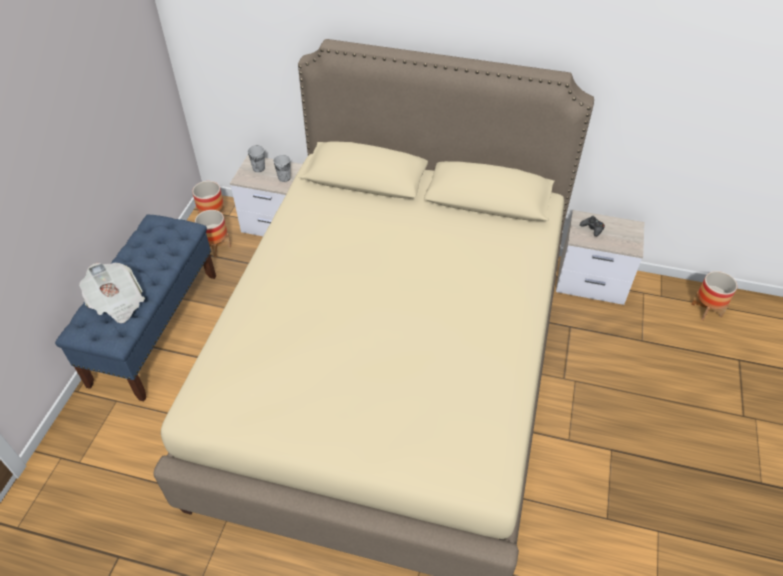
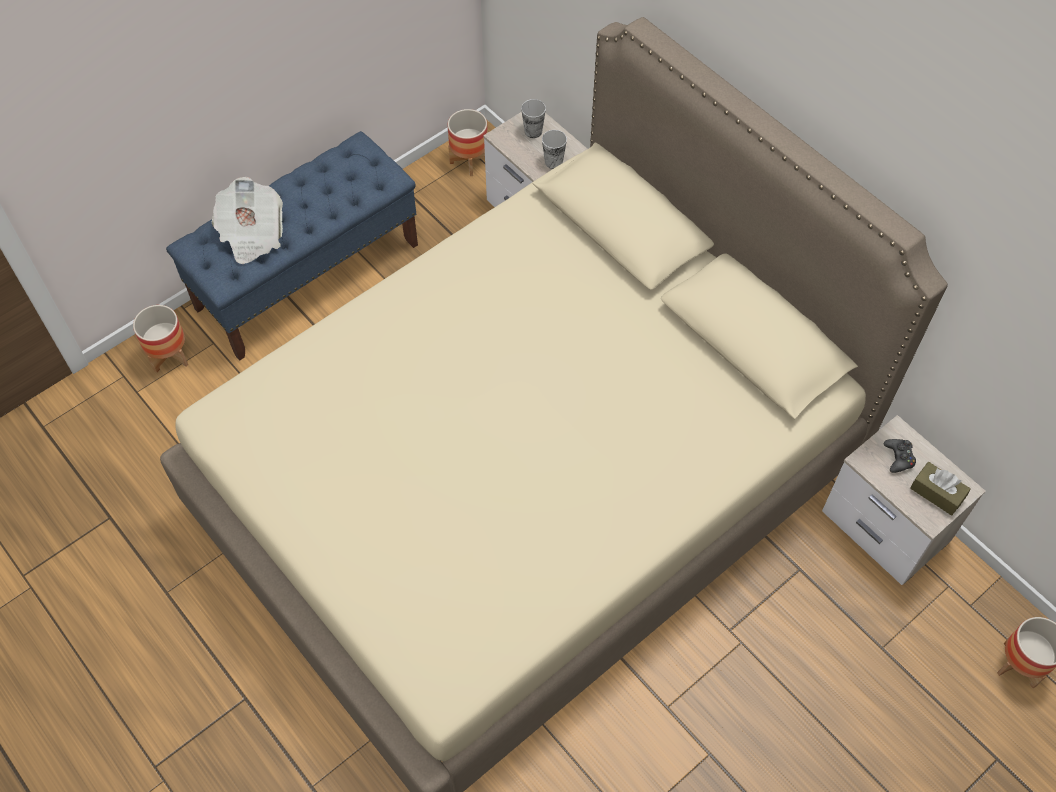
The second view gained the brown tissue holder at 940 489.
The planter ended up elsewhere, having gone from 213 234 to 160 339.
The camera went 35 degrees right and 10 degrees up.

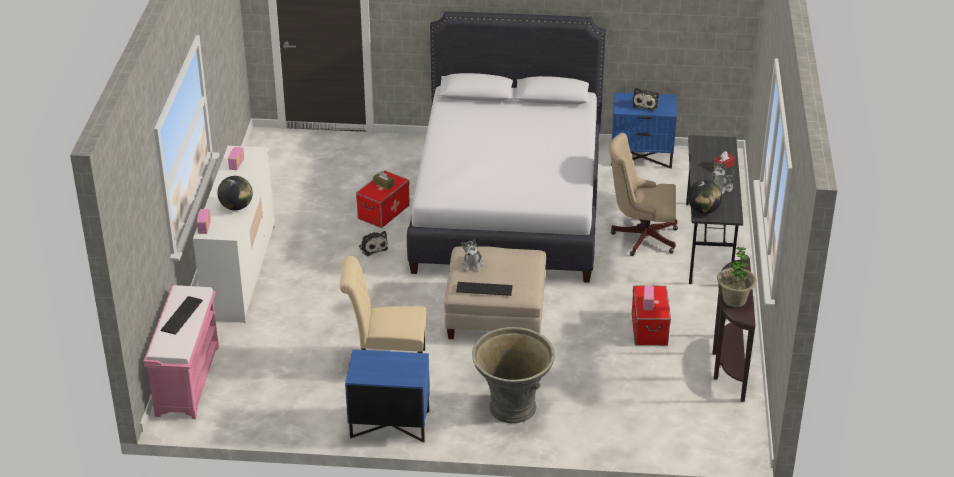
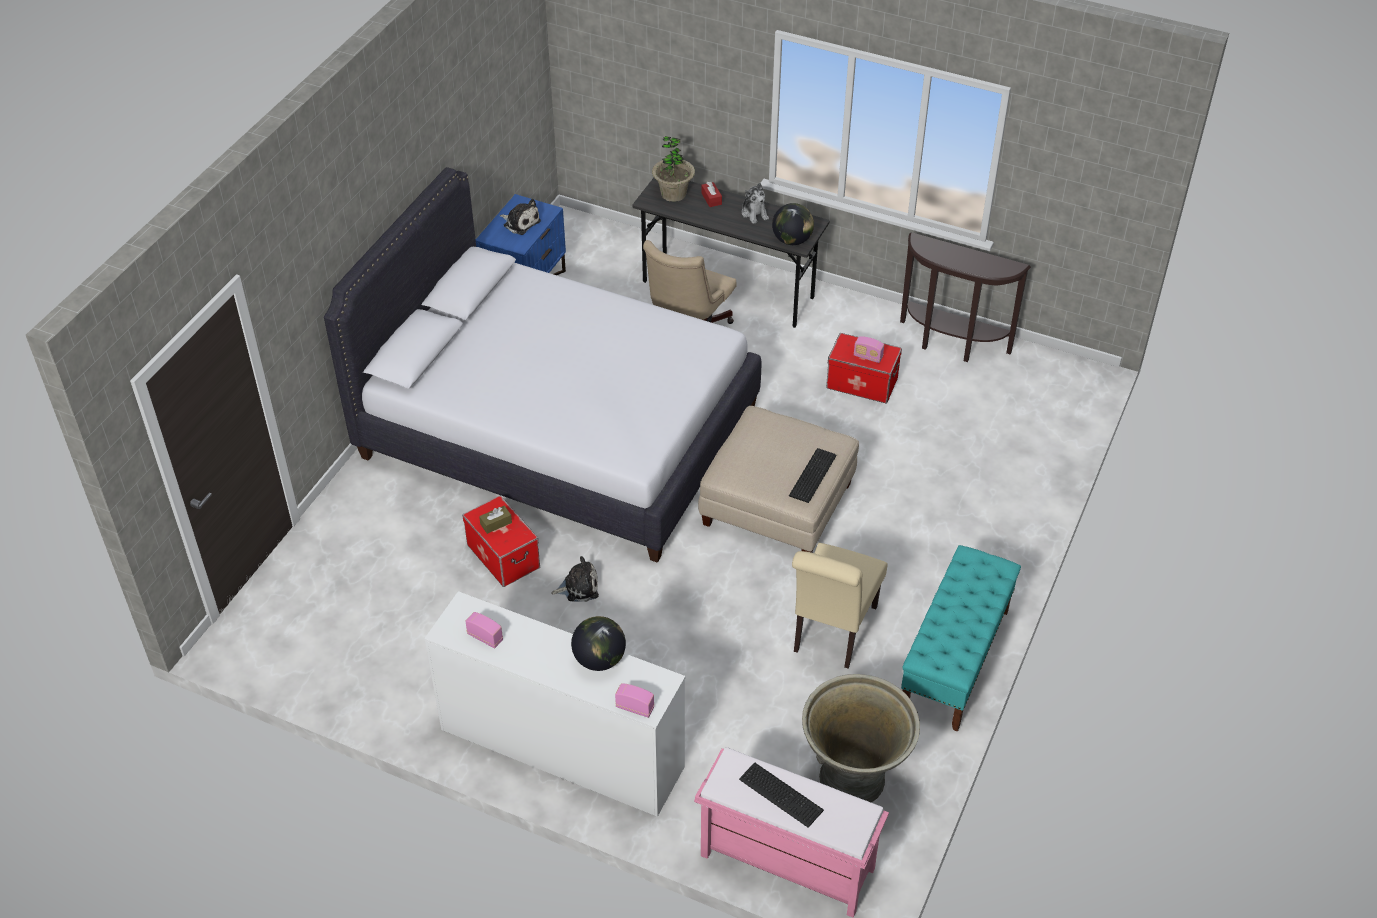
The second view lost the cuddly toy at 472 255.
The gray planter ended up elsewhere, having gone from 513 375 to 861 738.
The potted plant ended up elsewhere, having gone from 737 277 to 673 169.
Where the bluish nightstand stood at 387 396, the turquoise-coloured long seat came to stand at 961 638.
The camera went 70 degrees left and 10 degrees up.

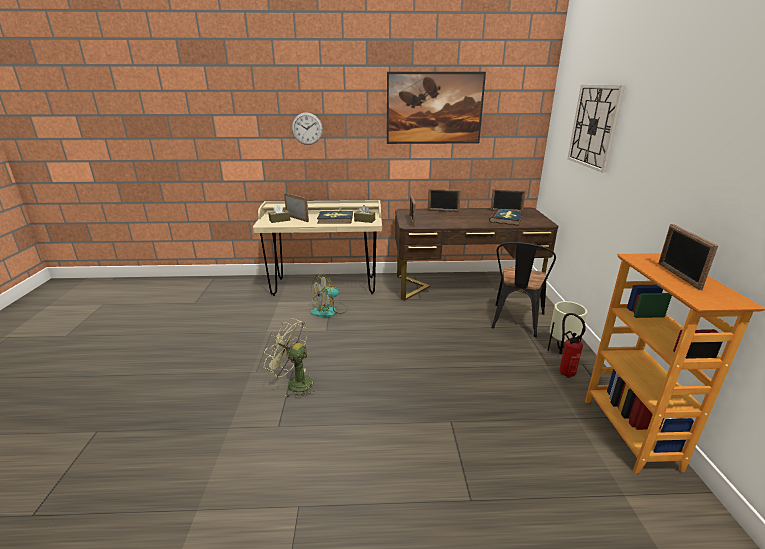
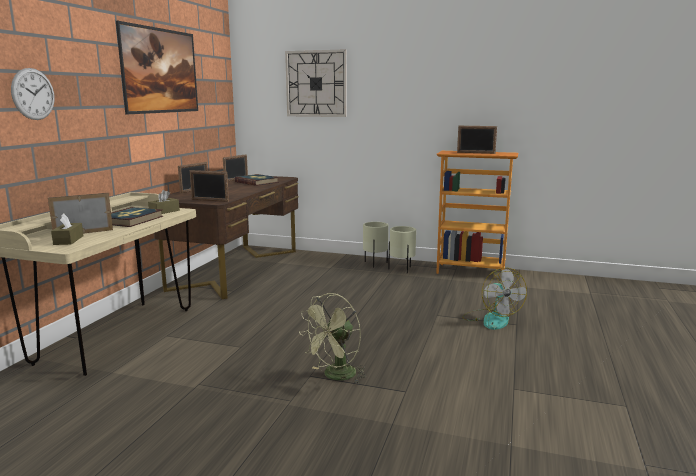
The second view lost the blackish chair at 524 289.
The electric fan ended up elsewhere, having gone from 329 296 to 494 299.
Where the fire-fighting cylinder stood at 571 345, the beige-coloured planter came to stand at 402 249.
The camera went 70 degrees left and 10 degrees down.

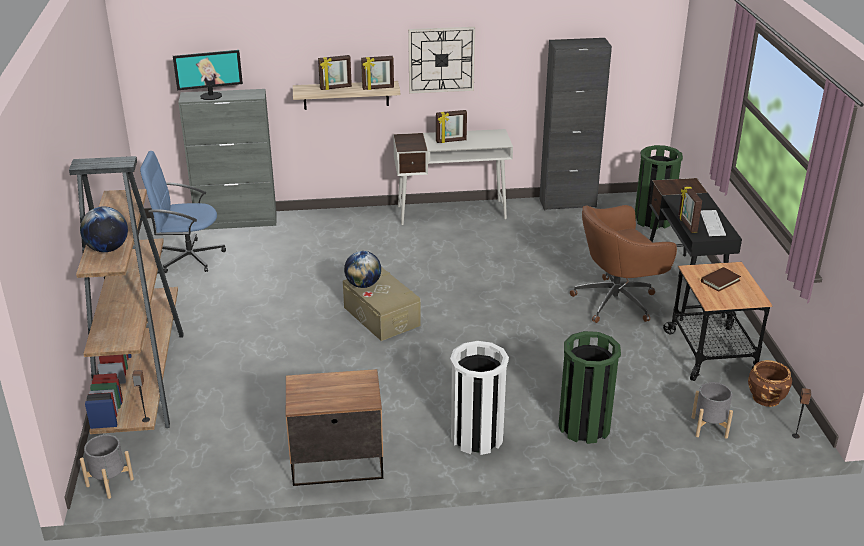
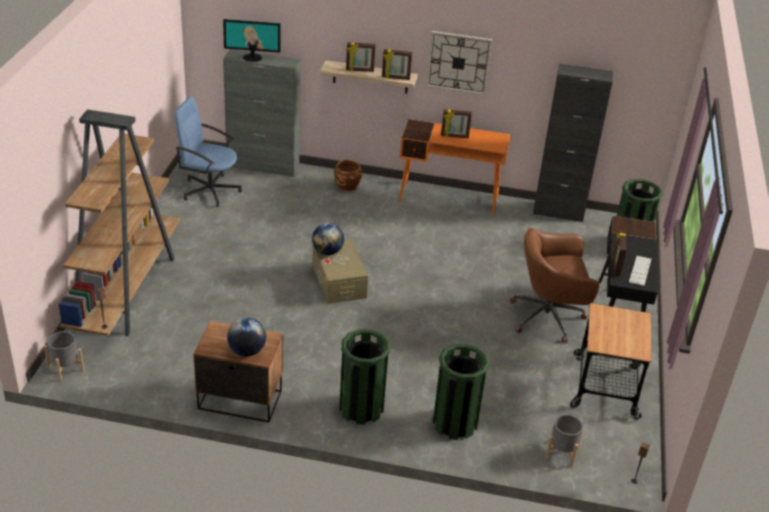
The second view lost the brown book at 721 279.
The desk globe ended up elsewhere, having gone from 104 229 to 246 337.
The brown planter ended up elsewhere, having gone from 770 383 to 348 175.
What was the white-coloured desk at 453 177 turned into the orange desk at 454 167.
What was the white-coloured waste bin at 479 398 turned into the greenish waste bin at 364 377.
The camera went 15 degrees right and 5 degrees up.

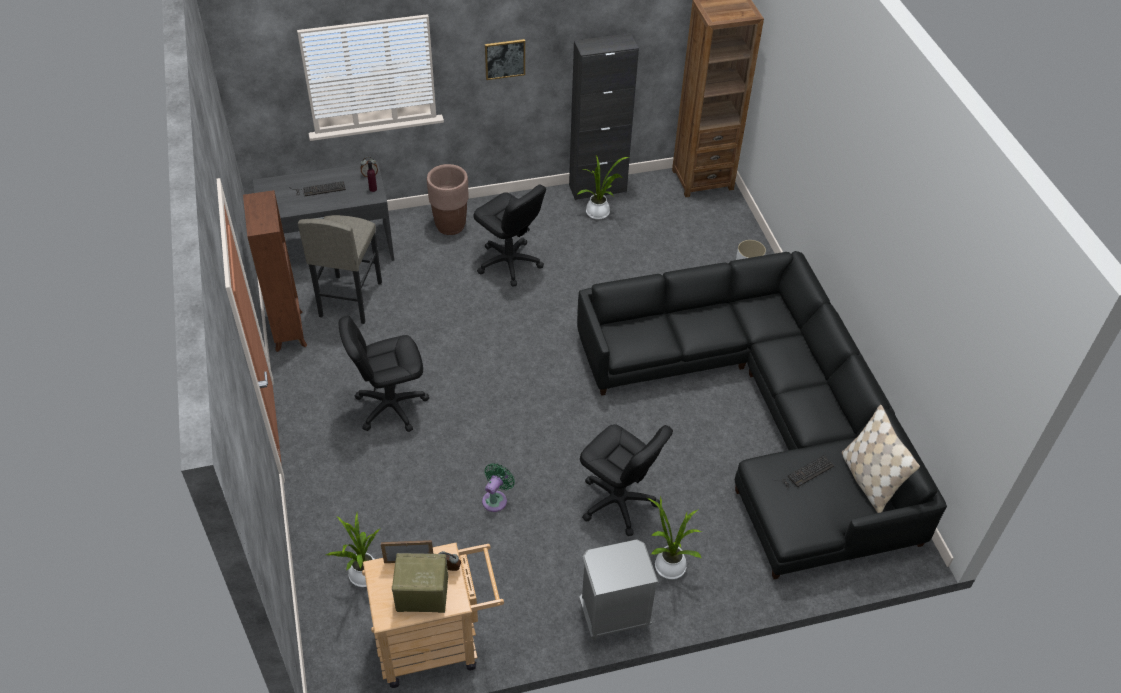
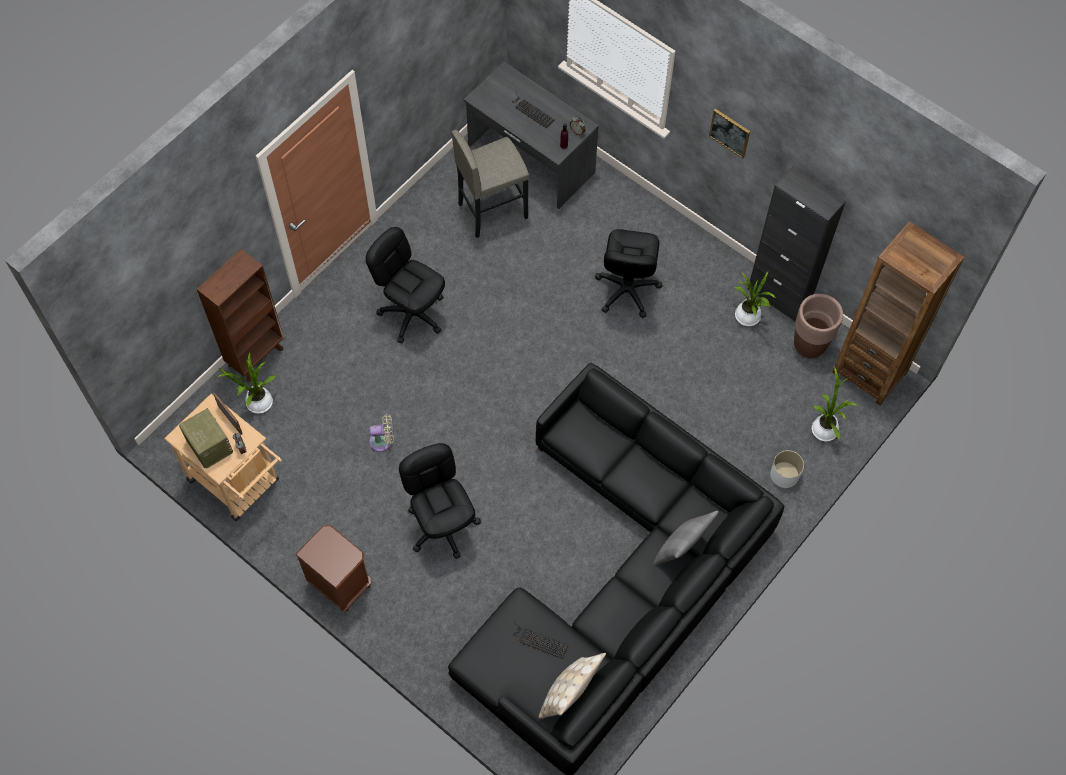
The second view gained the gray throw pillow at 686 538.
The brown bookcase ended up elsewhere, having gone from 275 271 to 240 315.
The brown planter ended up elsewhere, having gone from 448 199 to 818 326.
The potted plant ended up elsewhere, having gone from 674 537 to 834 403.
What was the greenish electric fan at 498 487 turned into the beige-coloured electric fan at 381 433.
What was the gray nightstand at 619 590 turned into the brown nightstand at 333 569.
The blackish desk chair at 626 480 ended up facing another way, 150 degrees clockwise from before.
The camera went 55 degrees right and 15 degrees up.

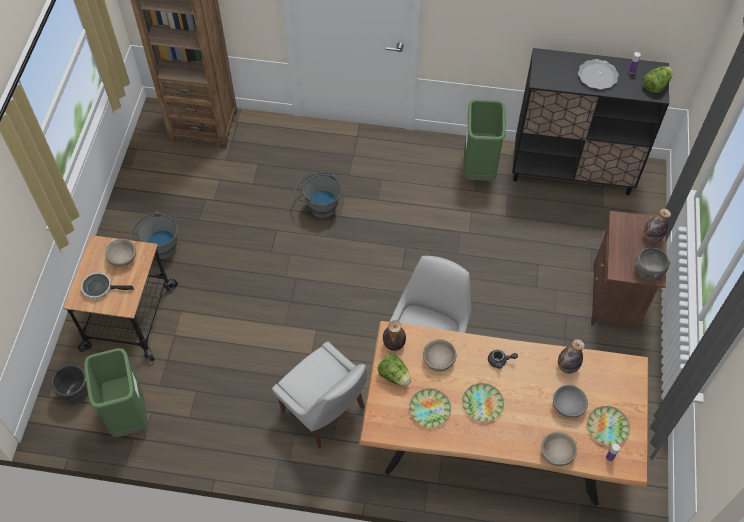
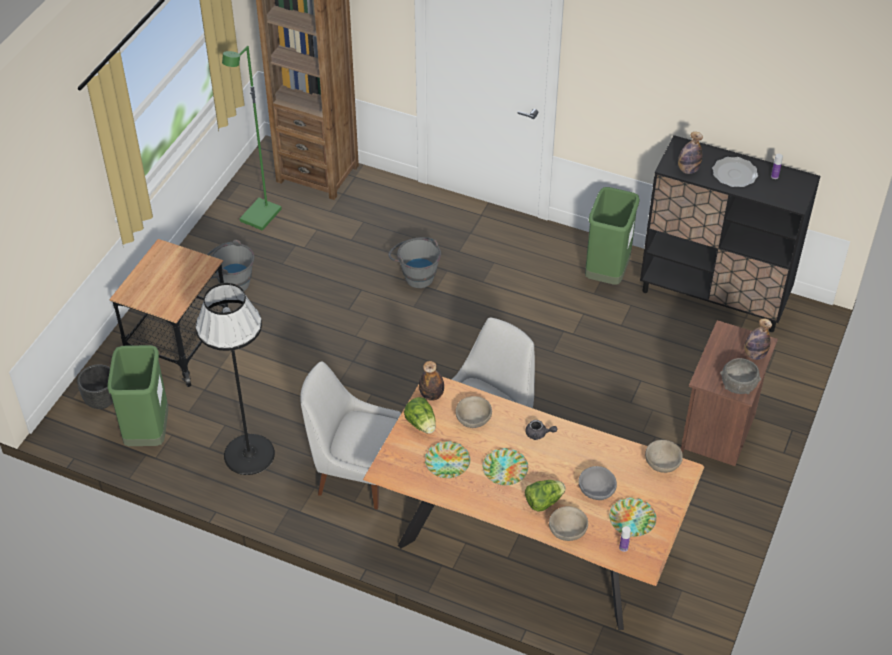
The second view lost the pan at 107 285.
The second view gained the blackish standing lamp at 235 379.
The second view gained the greenish standing lamp at 252 138.
The beige-coloured serving bowl ended up elsewhere, having gone from 120 252 to 664 456.
The beverage bottle ended up elsewhere, having gone from 571 356 to 690 153.
The lettuce ended up elsewhere, having gone from 658 79 to 545 496.
The white-coloured chair at 319 394 ended up facing another way, 135 degrees clockwise from before.
The camera went 15 degrees right and 10 degrees down.

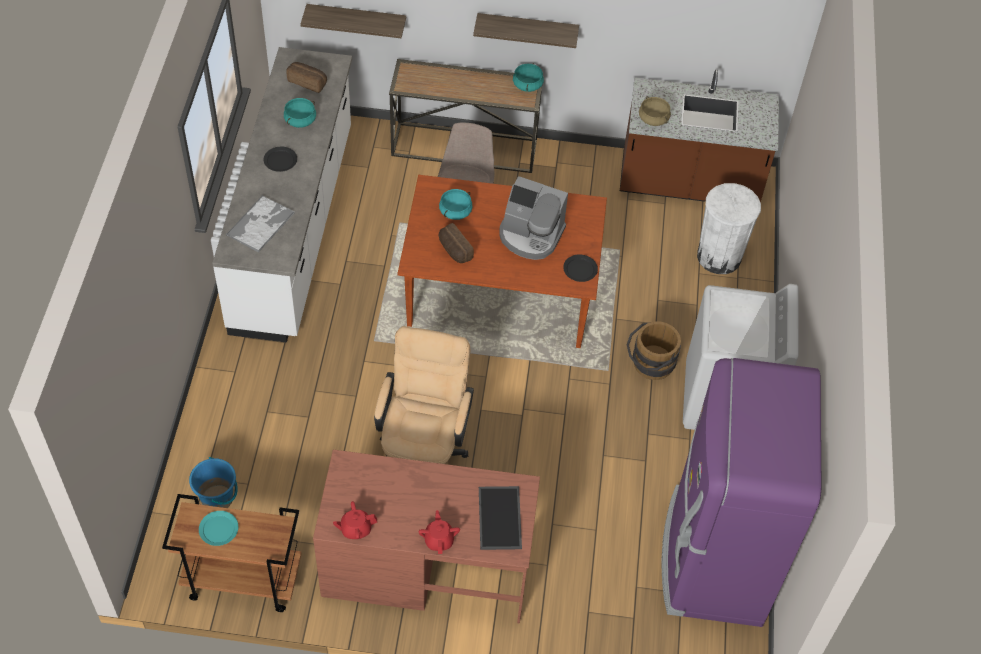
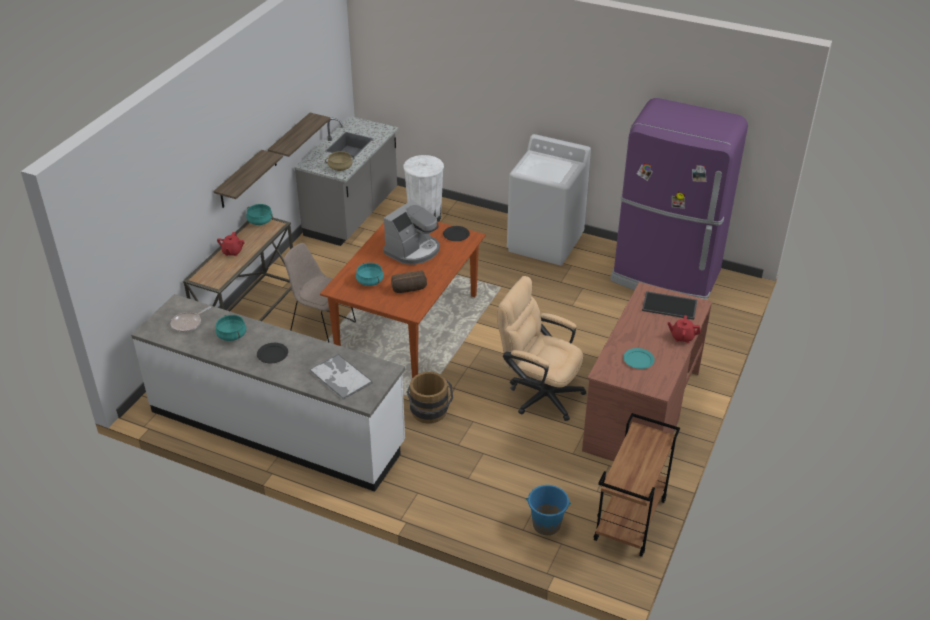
The turquoise-coloured dinner plate ended up elsewhere, having gone from 218 528 to 639 358.
The shelf ended up elsewhere, having gone from 353 21 to 299 139.
The reddish tea pot ended up elsewhere, having gone from 355 520 to 231 244.
The brown water bucket ended up elsewhere, having gone from 653 350 to 430 398.
Where the bread stood at 306 77, the pan came to stand at 191 319.
What was the brown kitchen base unit at 699 136 turned into the gray kitchen base unit at 346 181.
The camera went 70 degrees left and 15 degrees down.

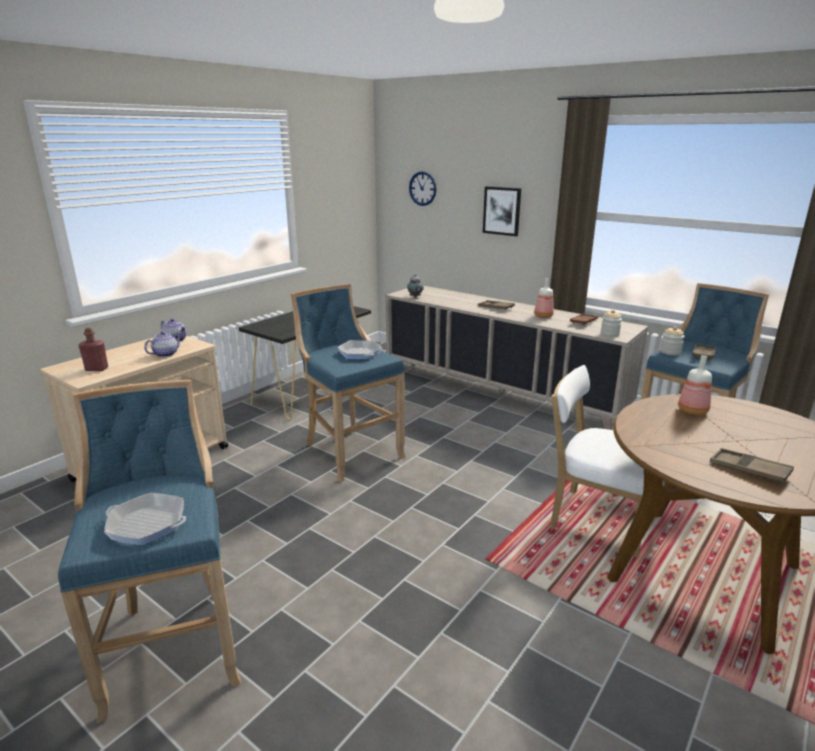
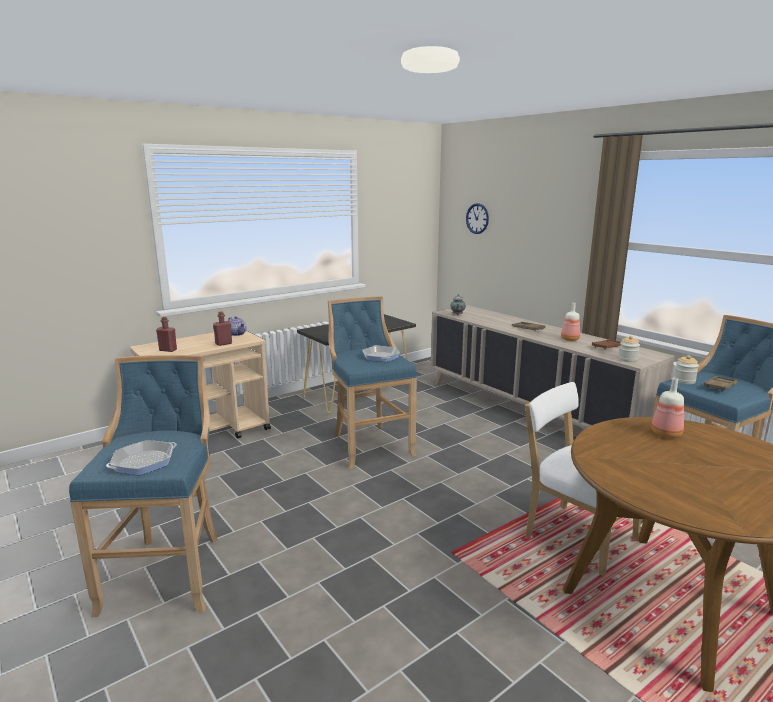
The second view lost the wall art at 502 211.
The second view lost the brown carrying tray at 752 465.
Where the tea pot stood at 163 344, the reddish beverage bottle came to stand at 222 329.
The pan at 145 519 ended up facing another way, 105 degrees clockwise from before.
The camera went 15 degrees right and 5 degrees down.

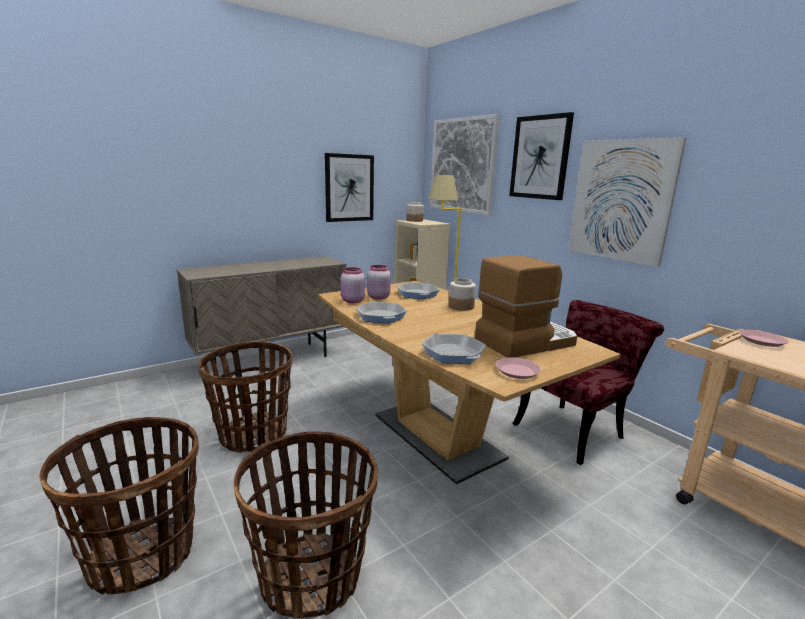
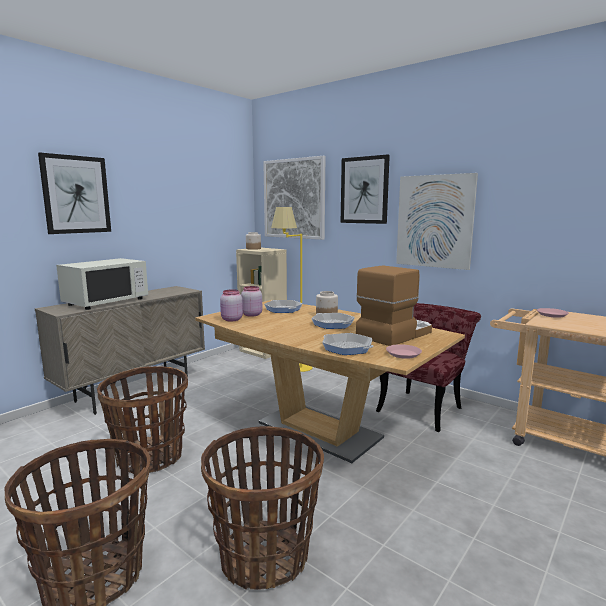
The second view gained the white-coloured kitchen microwave at 102 284.
The wall art ended up elsewhere, having gone from 349 187 to 74 193.
The pan ended up elsewhere, having gone from 381 312 to 333 321.
The camera went 15 degrees left and 5 degrees down.

